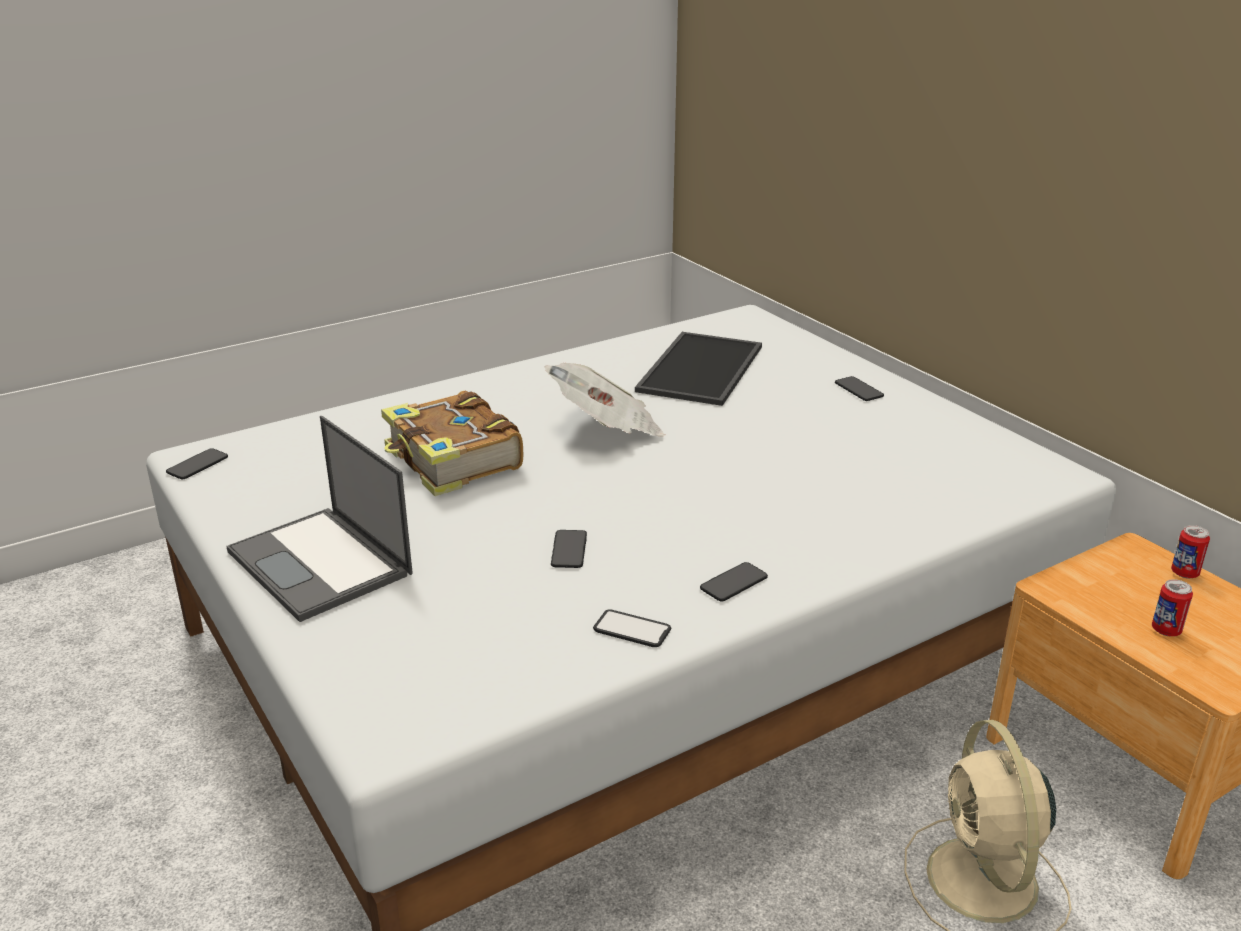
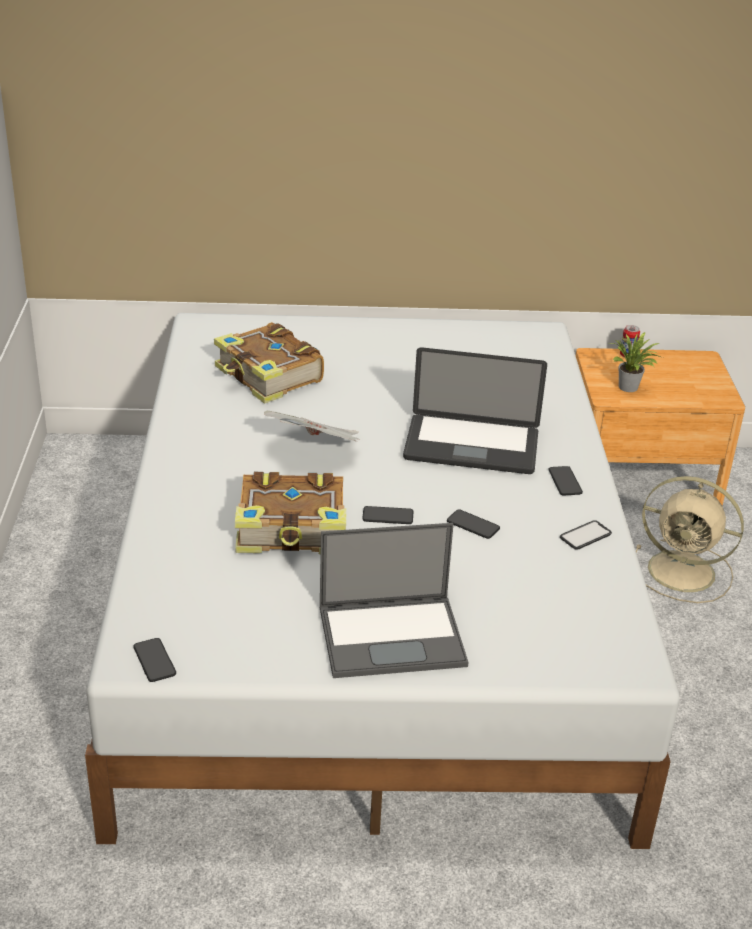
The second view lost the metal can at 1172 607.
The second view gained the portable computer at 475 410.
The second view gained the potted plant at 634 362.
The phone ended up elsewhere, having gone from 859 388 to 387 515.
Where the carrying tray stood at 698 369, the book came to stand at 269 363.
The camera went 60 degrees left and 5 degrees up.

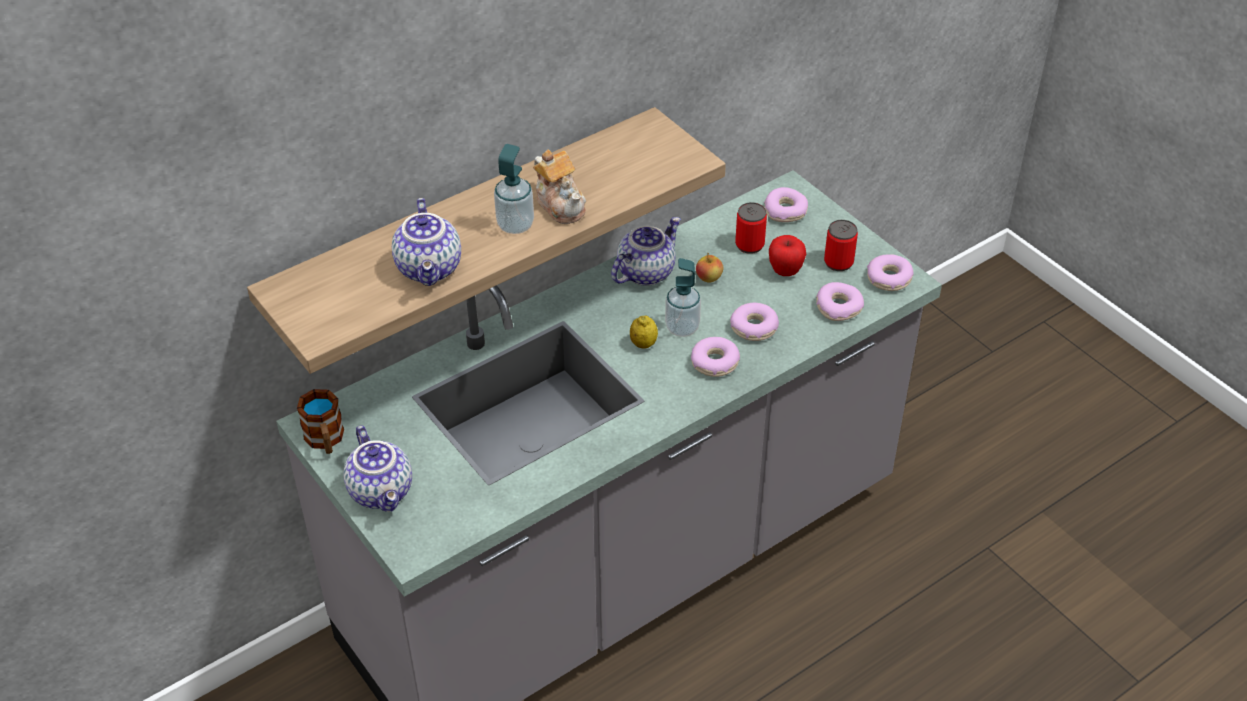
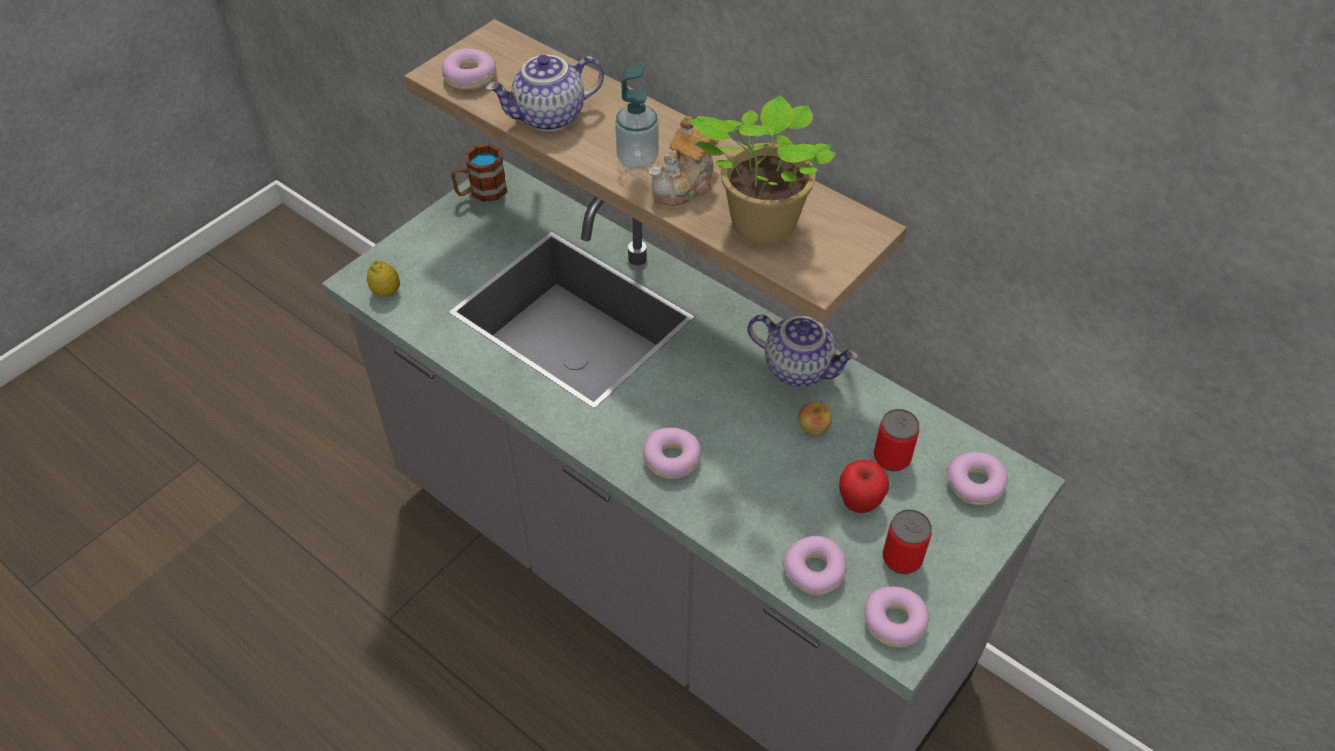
The second view lost the tea pot at 377 468.
The second view lost the soap bottle at 683 297.
The second view gained the potted plant at 762 169.
The lemon ended up elsewhere, having gone from 644 332 to 383 278.
The ring doughnut ended up elsewhere, having gone from 754 322 to 469 69.
The camera went 75 degrees right and 5 degrees up.

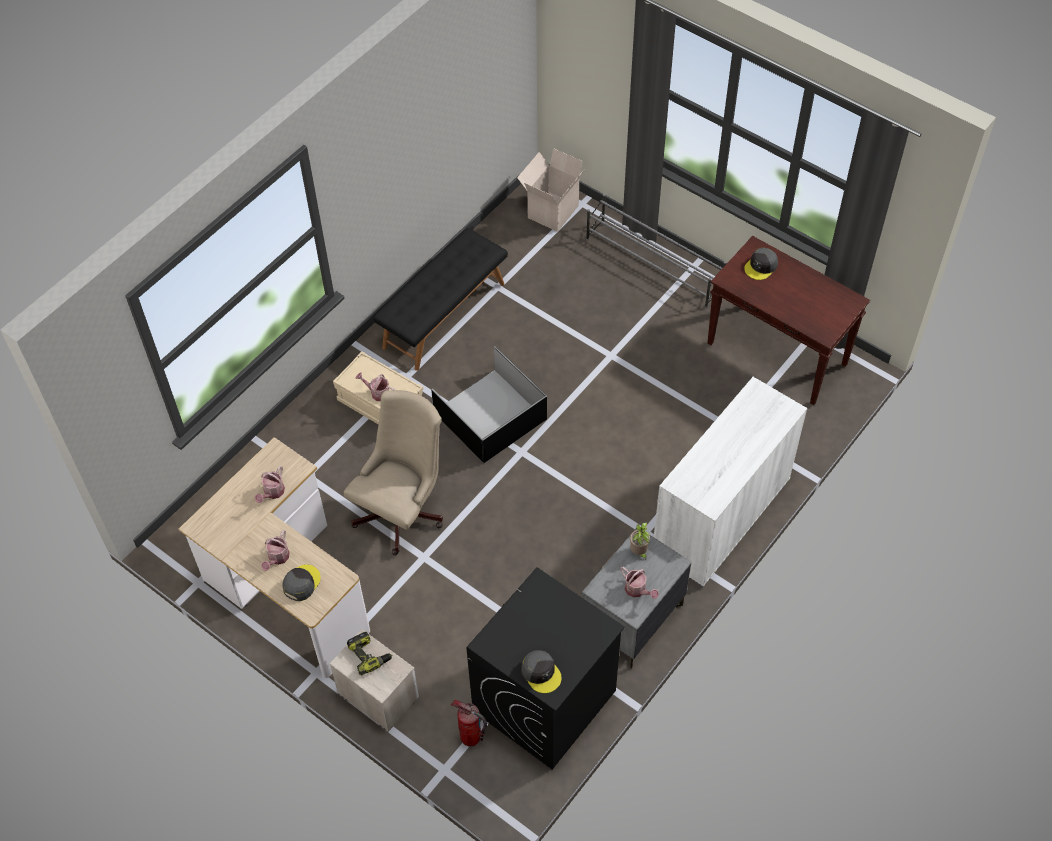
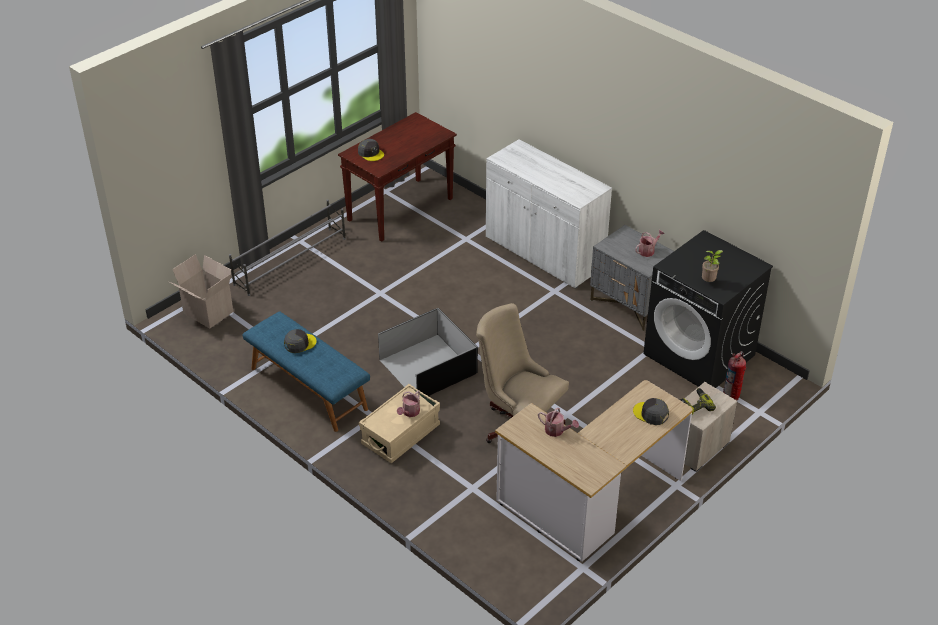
The second view lost the watering pot at 275 550.
The gray cap ended up elsewhere, having gone from 541 671 to 300 341.
The potted plant ended up elsewhere, having gone from 640 541 to 712 266.
What was the blackish long seat at 440 299 turned into the bluish long seat at 306 371.
The camera went 85 degrees left and 15 degrees down.

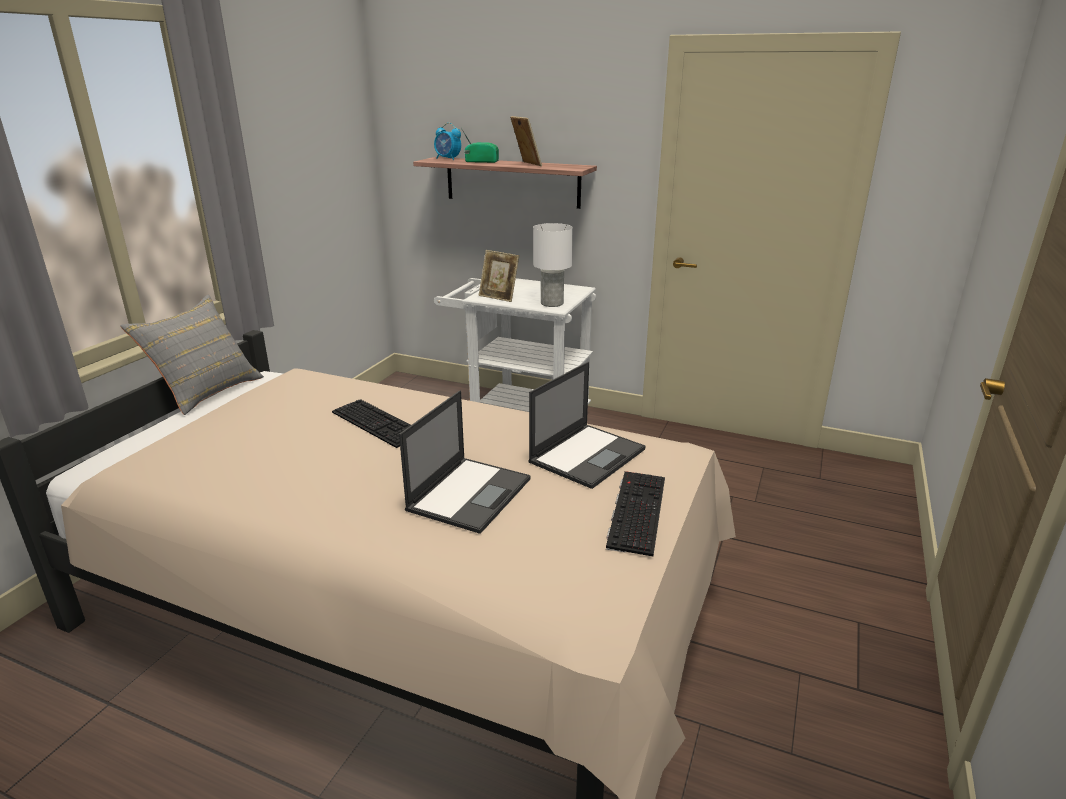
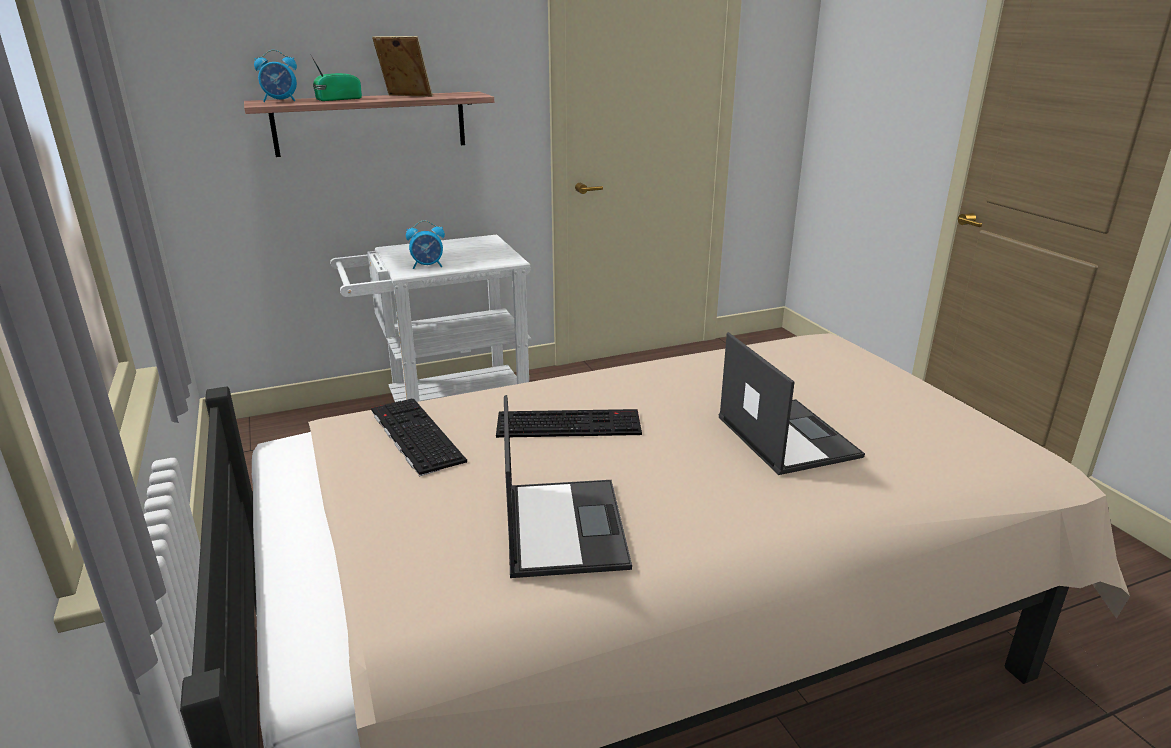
The second view lost the gray throw pillow at 192 355.
The second view lost the white-coloured tabletop lamp at 553 265.
The portable computer ended up elsewhere, having gone from 587 425 to 568 486.
The PC keyboard ended up elsewhere, having gone from 635 513 to 419 437.
Where the photo frame stood at 499 276, the alarm clock came to stand at 425 244.
The camera went 45 degrees left and 0 degrees up.

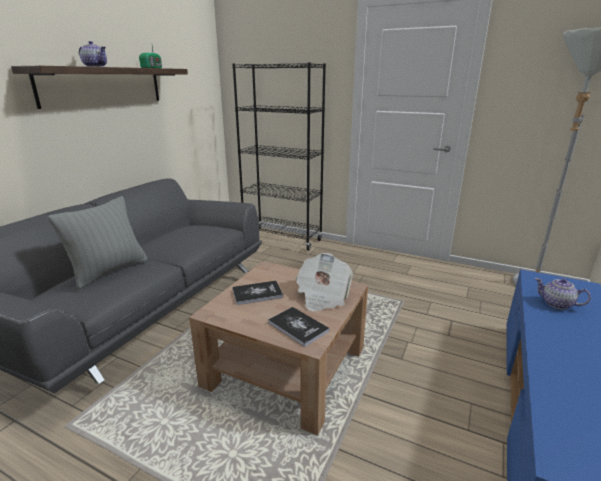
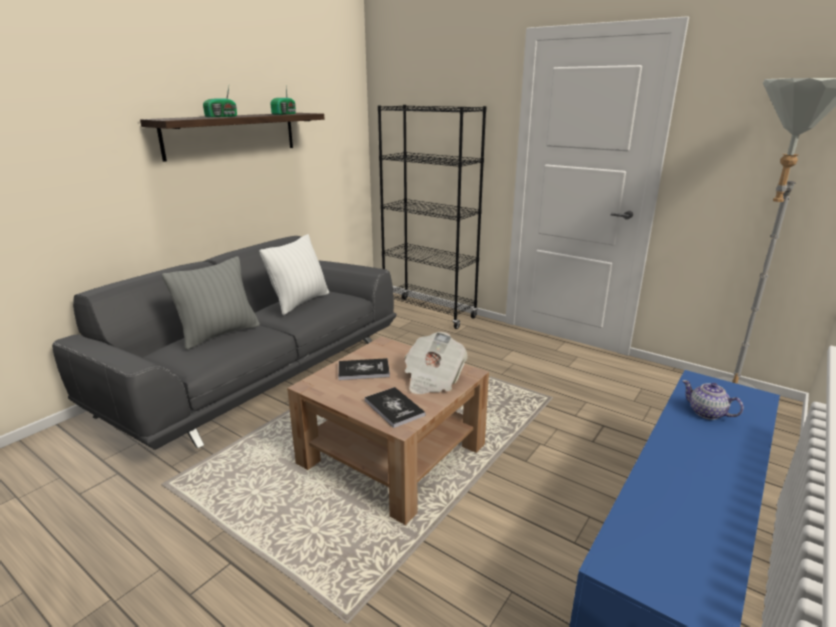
The second view gained the white-coloured throw pillow at 294 274.
Where the tea pot stood at 93 54, the radio set came to stand at 220 102.
The camera went 10 degrees right and 0 degrees up.

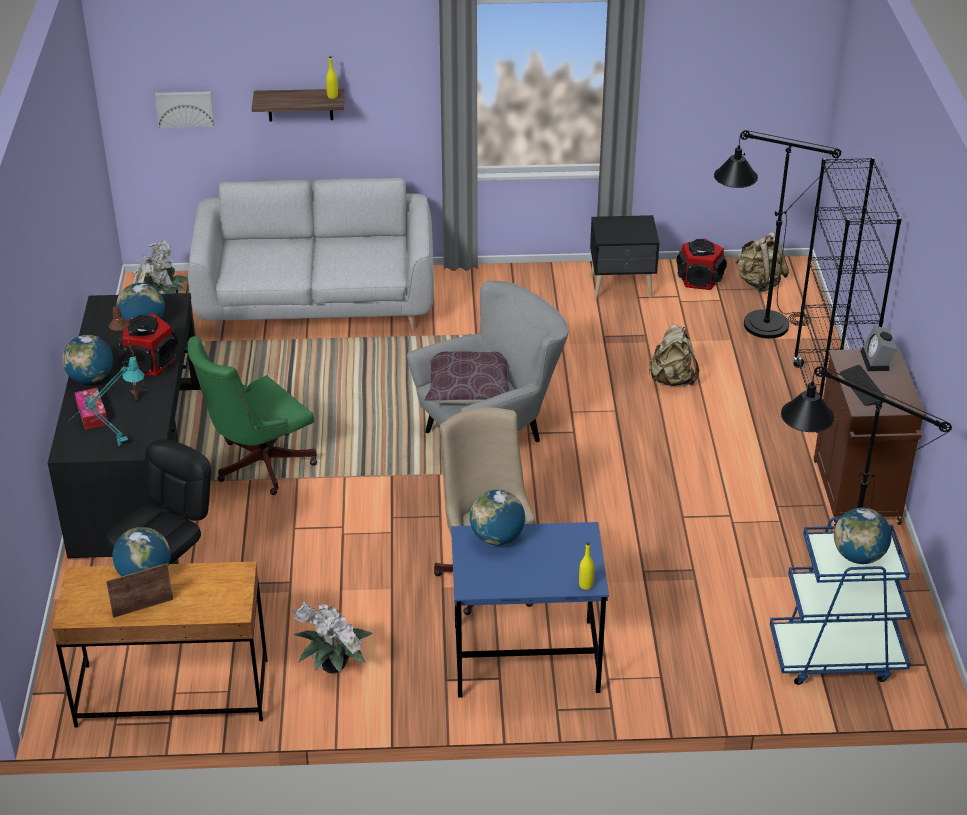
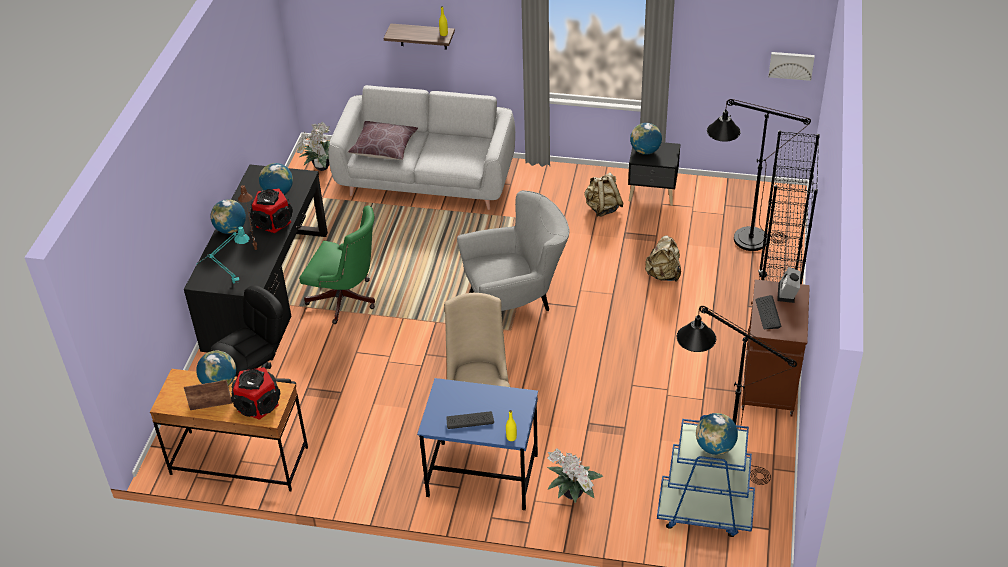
The second view lost the tissue holder at 91 409.
The second view gained the PC keyboard at 470 420.
The wall art ended up elsewhere, having gone from 184 109 to 792 66.
The potted plant ended up elsewhere, having gone from 332 638 to 575 475.
The brown throw pillow ended up elsewhere, having gone from 466 377 to 383 140.
The desk globe ended up elsewhere, having gone from 497 517 to 646 139.
The audio speaker ended up elsewhere, having gone from 702 264 to 256 393.
The beige-coloured knapsack ended up elsewhere, having gone from 762 262 to 603 194.
The greenish desk chair at 252 415 ended up facing another way, 135 degrees counterclockwise from before.
The camera went 15 degrees right and 5 degrees up.

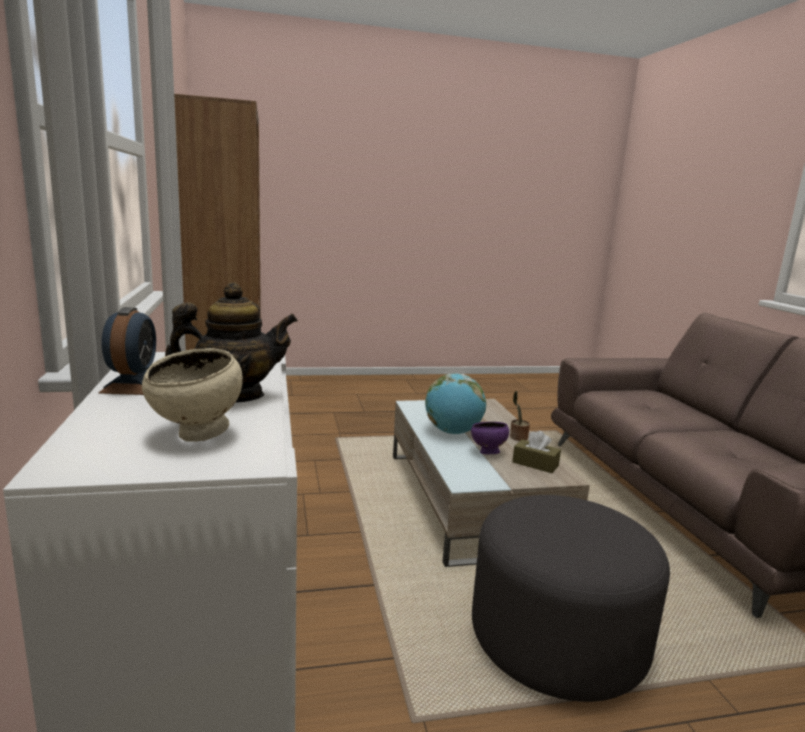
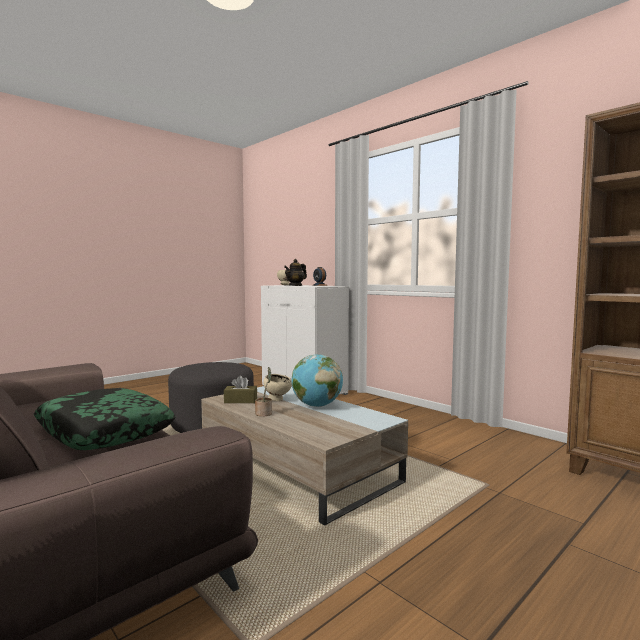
The second view gained the throw pillow at 105 419.
What was the purple serving bowl at 490 438 turned into the beige-coloured serving bowl at 278 387.
The camera went 150 degrees right and 10 degrees down.

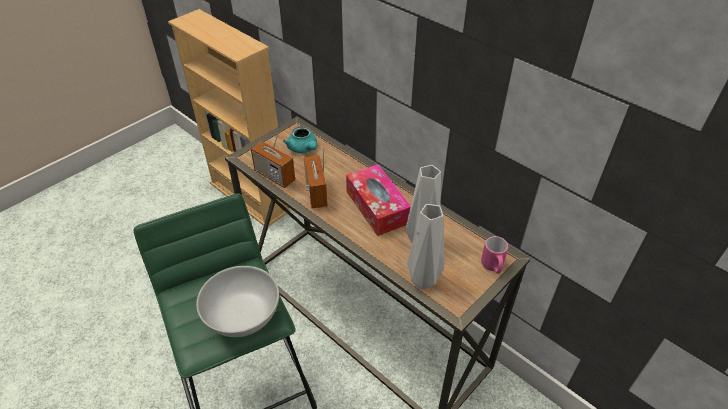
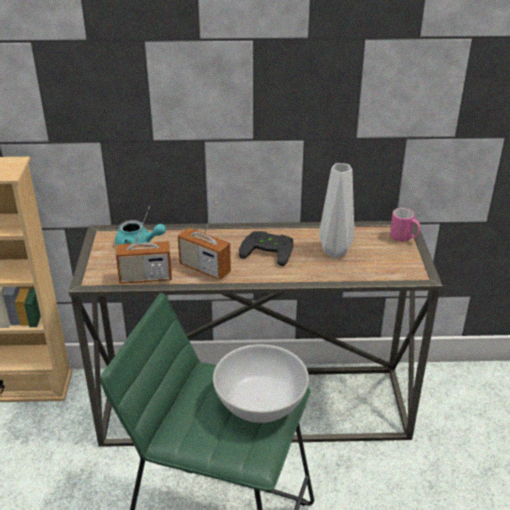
The second view lost the gray vase at 425 247.
Where the tissue holder stood at 378 200, the blackish game controller came to stand at 266 248.
The camera went 45 degrees left and 10 degrees down.

